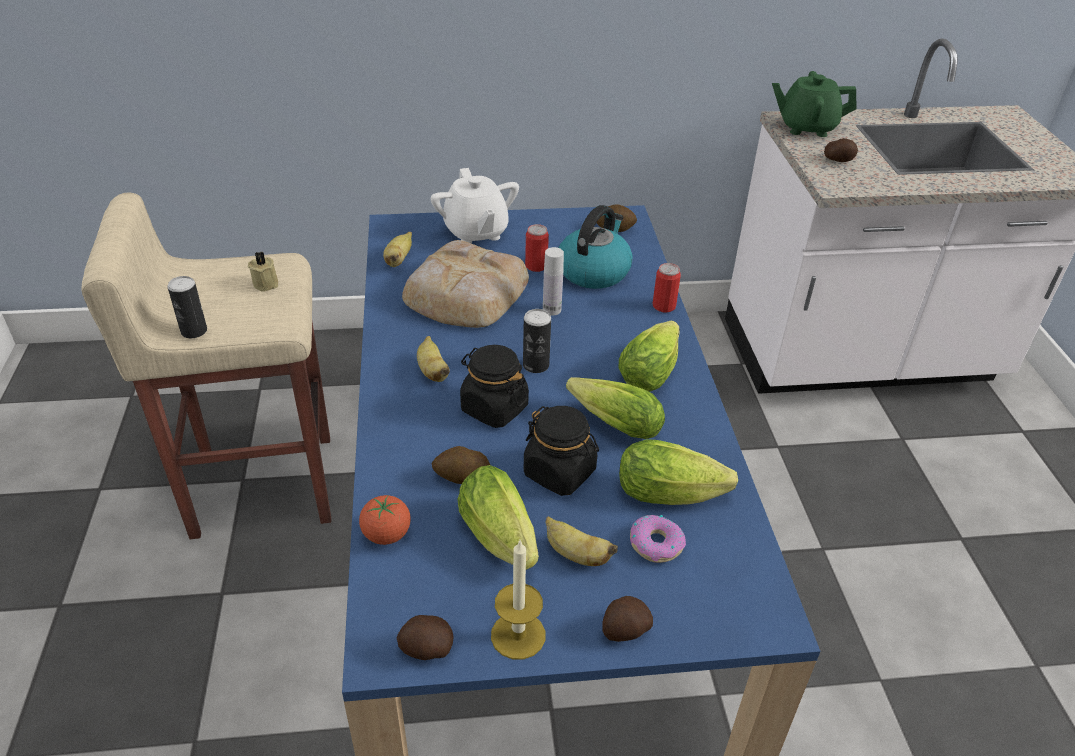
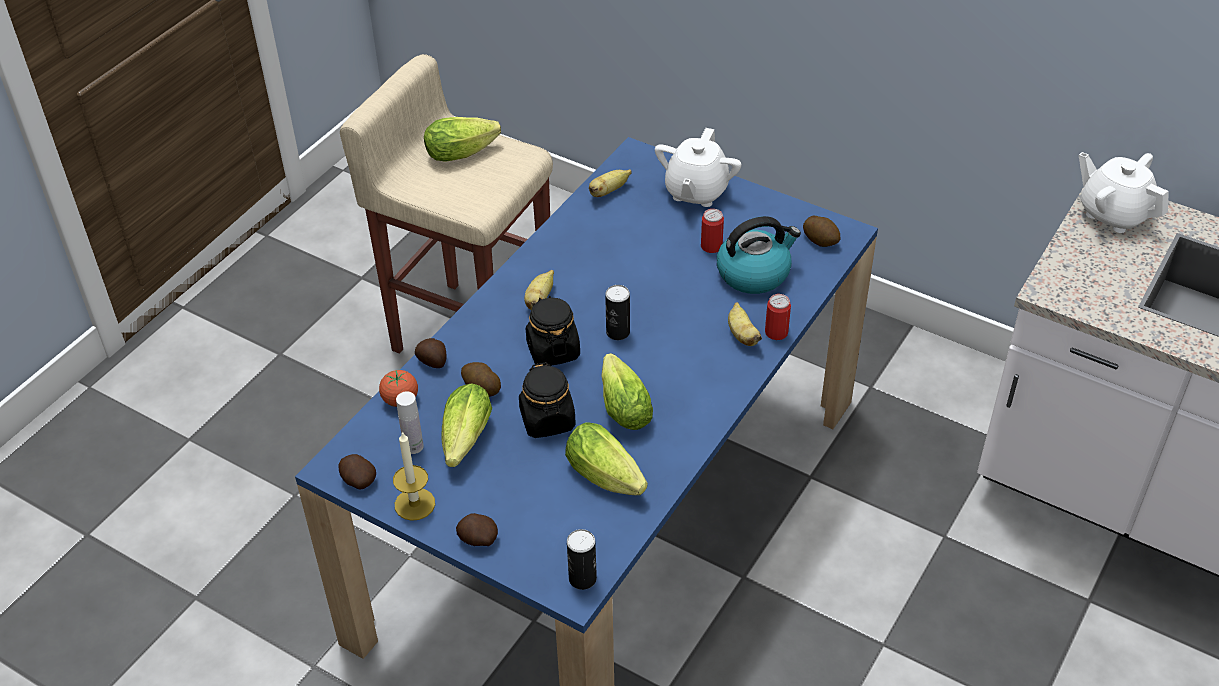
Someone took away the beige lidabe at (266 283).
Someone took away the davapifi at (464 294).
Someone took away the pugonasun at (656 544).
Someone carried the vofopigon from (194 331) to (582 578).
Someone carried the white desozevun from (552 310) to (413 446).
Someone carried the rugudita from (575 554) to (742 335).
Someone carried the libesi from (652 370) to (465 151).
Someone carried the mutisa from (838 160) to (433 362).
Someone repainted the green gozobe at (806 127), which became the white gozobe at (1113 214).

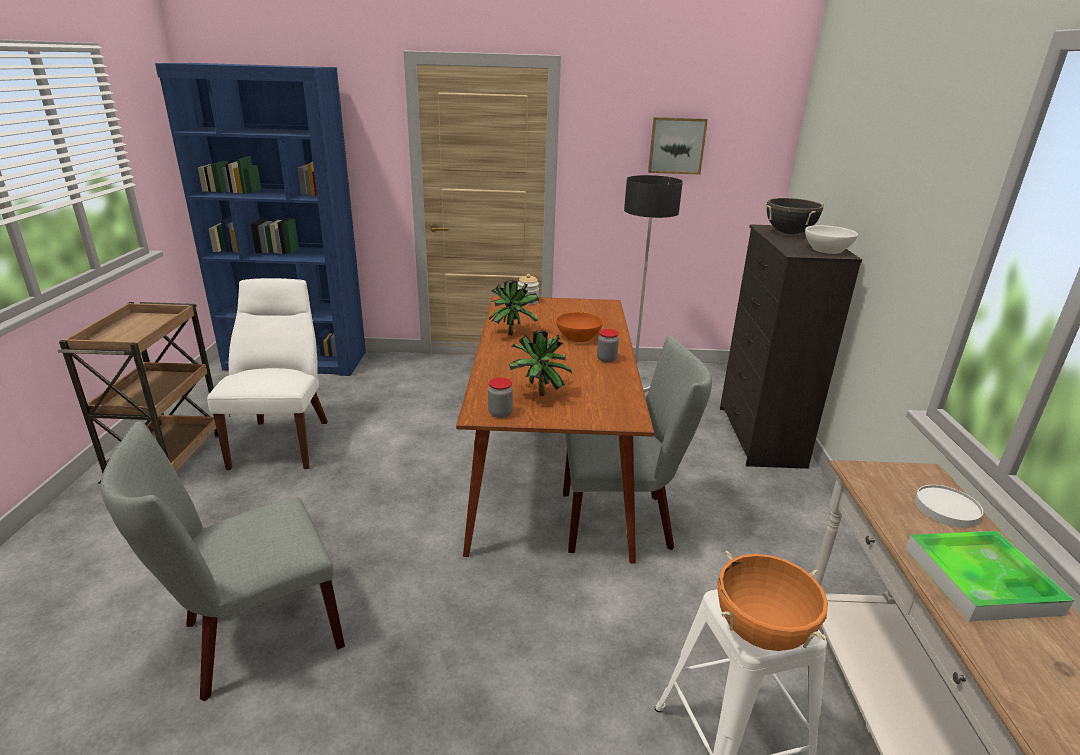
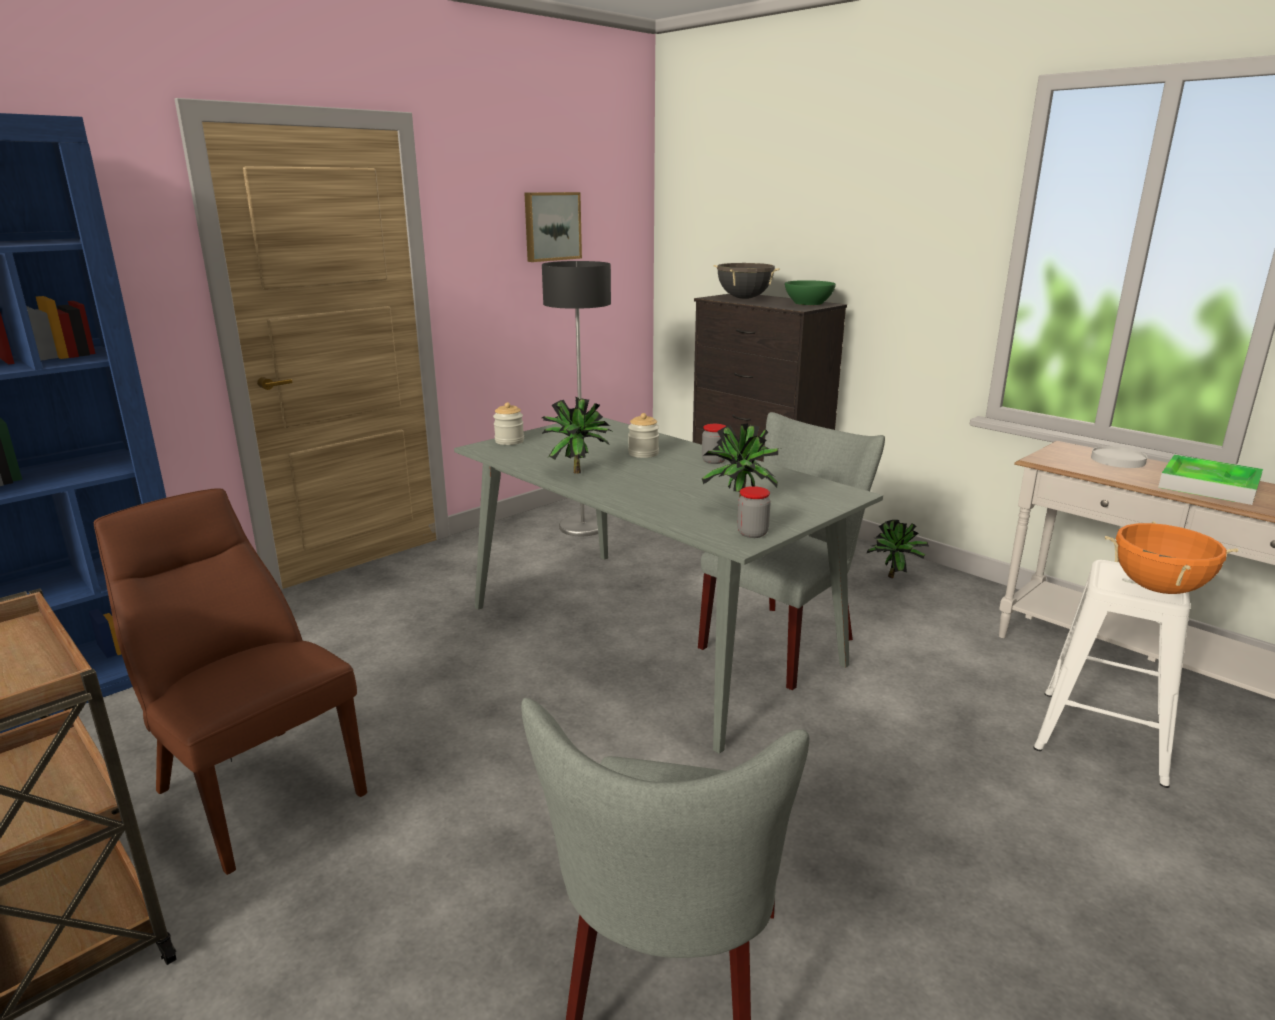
Someone put down the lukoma at (895 578).
Someone swapped the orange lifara at (578 337) for the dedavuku at (643 453).
Someone repainted the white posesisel at (283 441), which became the brown posesisel at (255 788).
Someone repainted the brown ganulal at (551 470), which became the grey ganulal at (651 635).
Someone repainted the white lifara at (827 250), which became the green lifara at (809 303).

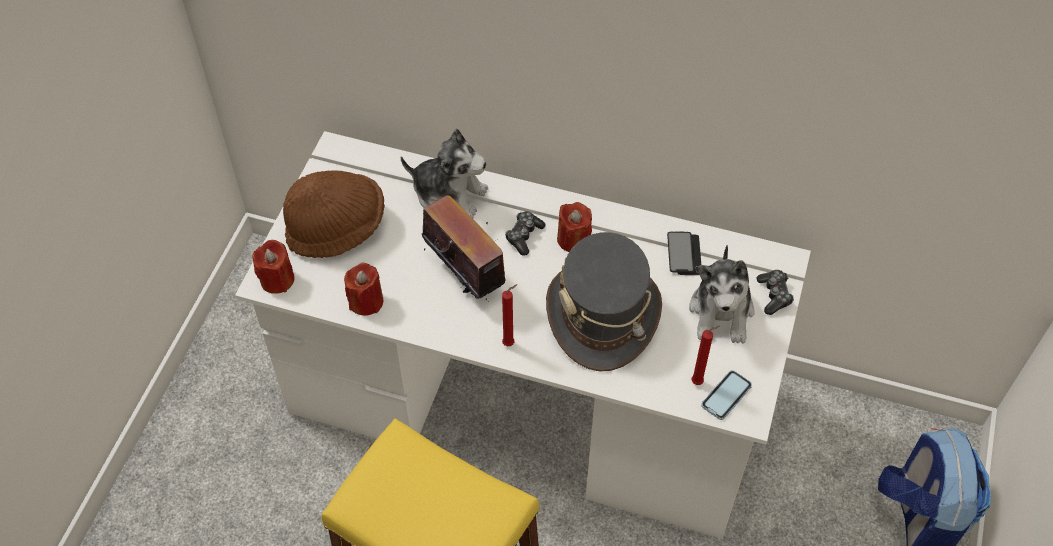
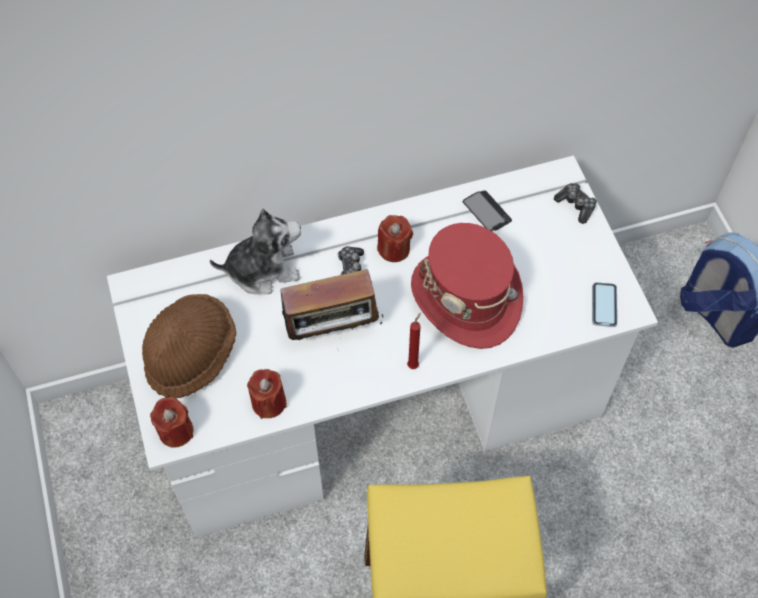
Someone took away the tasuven at (721 311).
Someone took away the red lidabe at (699 382).
Someone repainted the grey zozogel at (603 316), which became the red zozogel at (466 298).
Someone rotated the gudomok at (465 275) by 150 degrees clockwise.

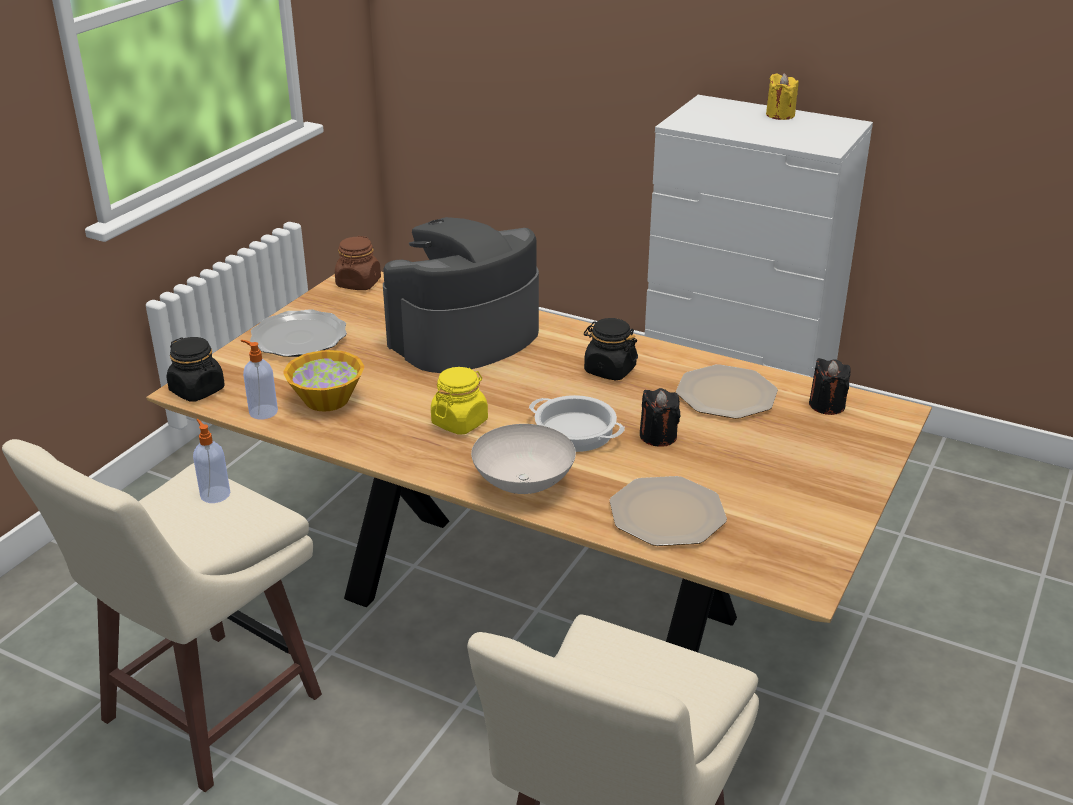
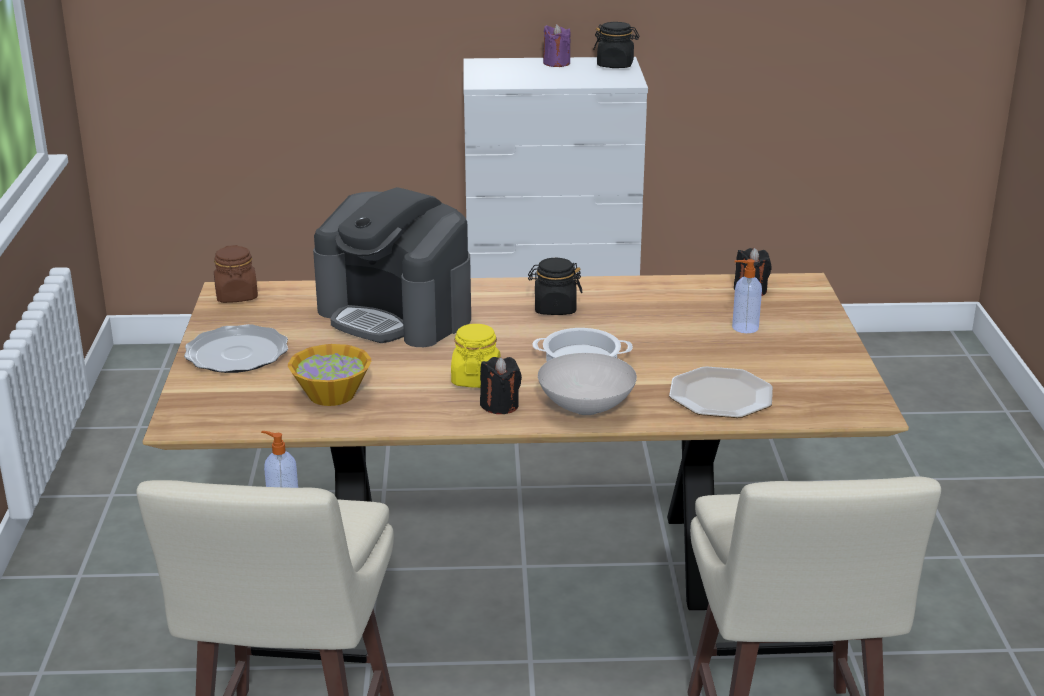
Someone took away the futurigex at (727 394).
Someone carried the black dedavuku from (197 390) to (615 65).
Someone carried the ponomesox from (262 412) to (744 328).
Someone carried the black lidabe from (658 436) to (500 405).
Someone repainted the yellow lidabe at (780 115), which became the purple lidabe at (556 63).
Someone rotated the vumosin at (464 337) by 75 degrees counterclockwise.

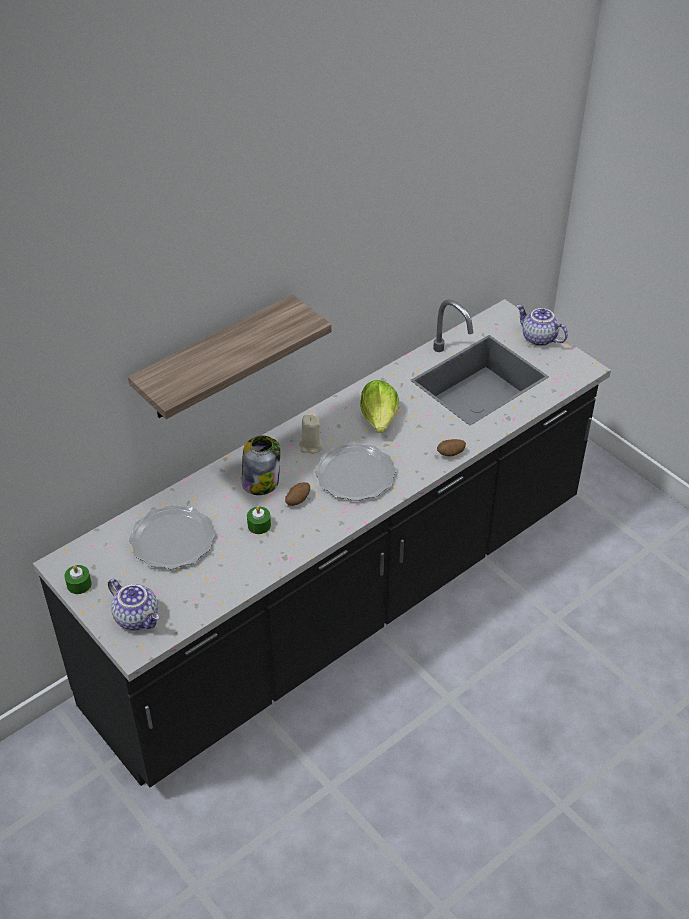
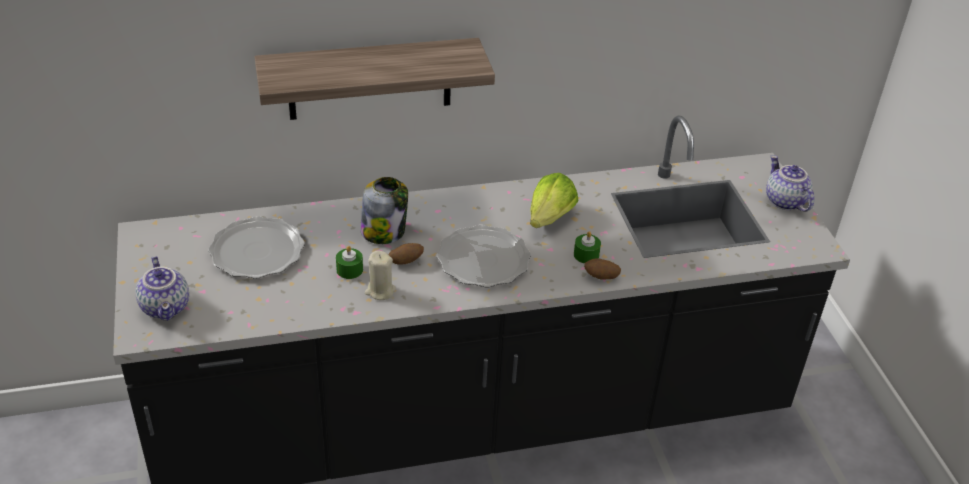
Someone carried the green lidabe from (79 584) to (586 255).
Someone carried the beige lidabe from (311 446) to (380 291).

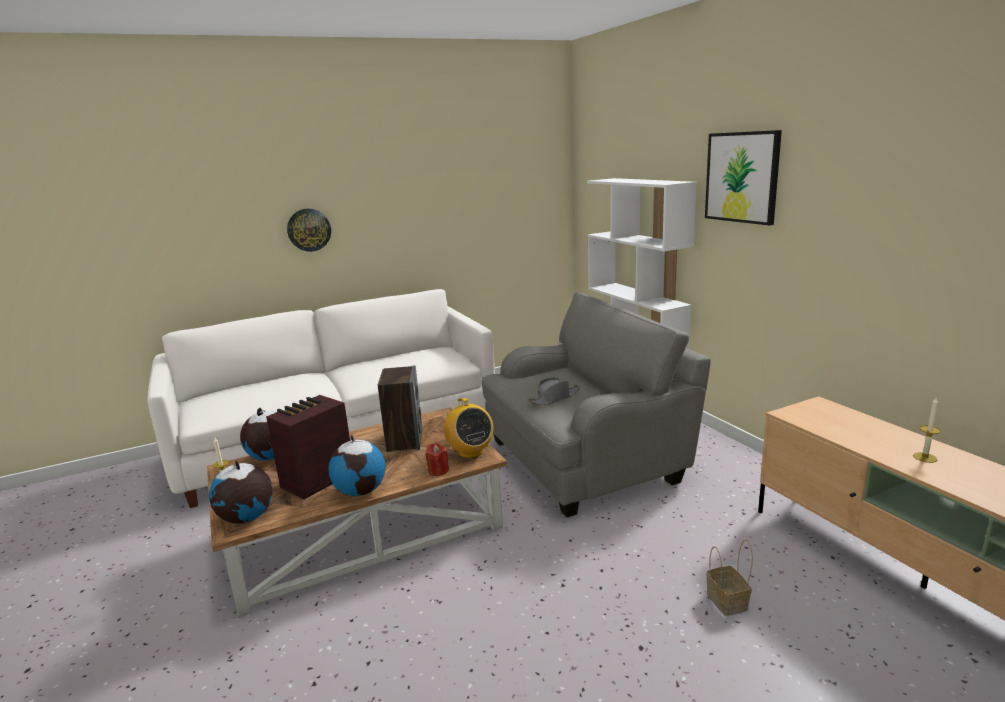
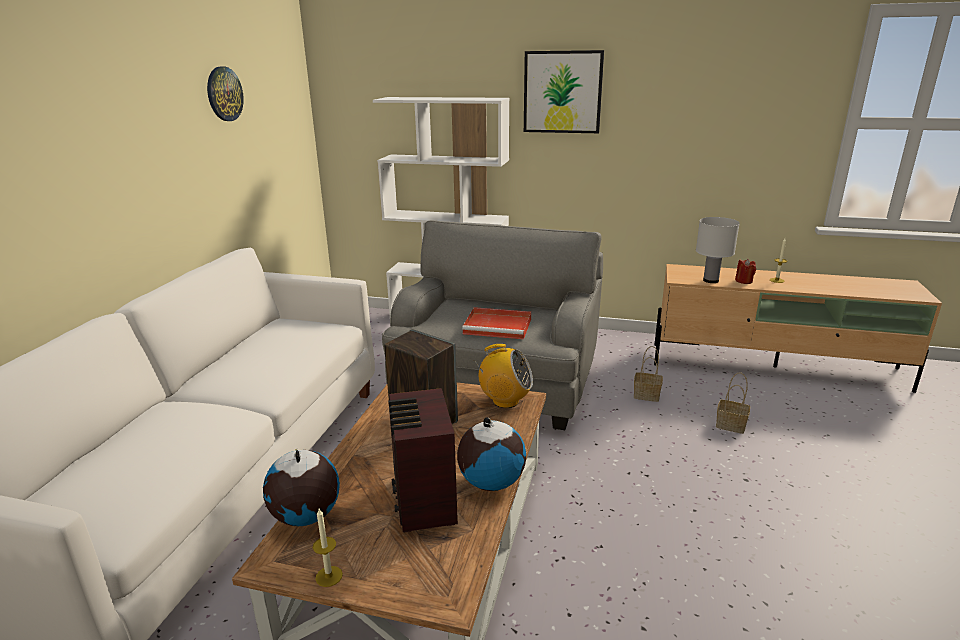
Someone took away the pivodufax at (246 518).
Someone put down the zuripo at (647 395).
Someone put down the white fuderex at (710 280).
Someone carried the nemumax from (309 230) to (224 94).
Someone carried the red lidabe from (438 471) to (744 281).
Someone swapped the grey zozogel at (554 398) for the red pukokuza at (499 326).

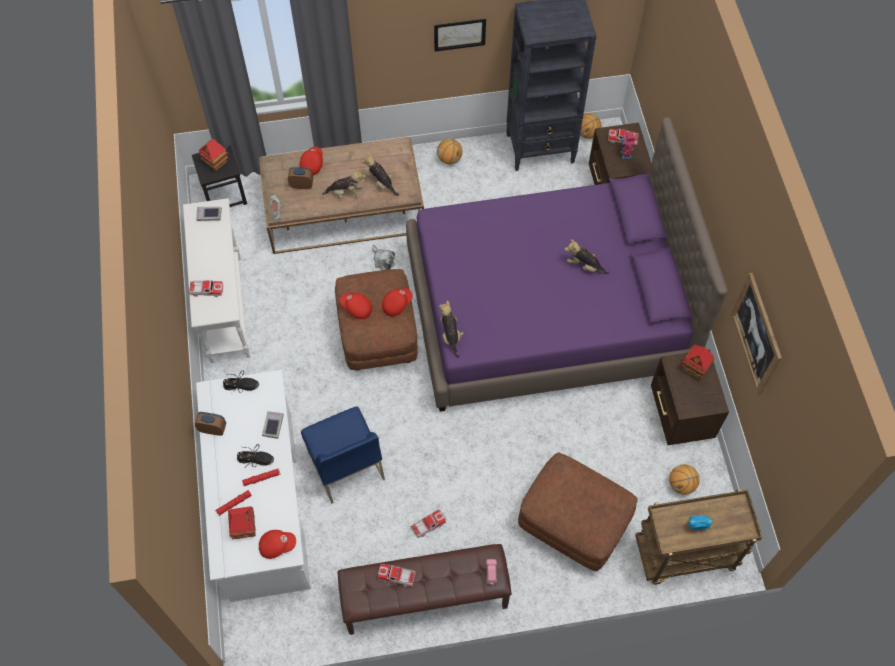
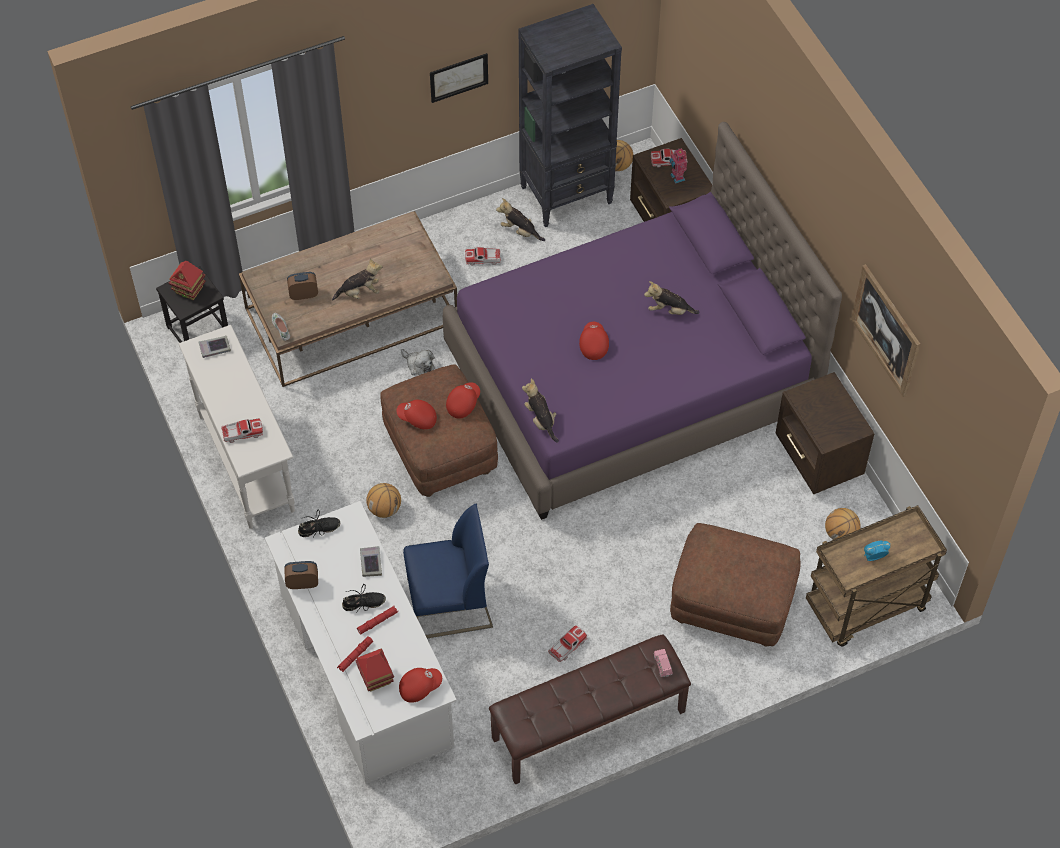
Someone took away the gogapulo at (694 368).
Someone carried the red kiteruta from (312 164) to (593 344).
Someone carried the tasuven from (381 183) to (520 231).
Someone carried the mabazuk from (397 576) to (483 258).
Someone carried the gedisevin from (449 159) to (384 509).
Someone rotated the blue posesisel at (345 464) by 60 degrees counterclockwise.

